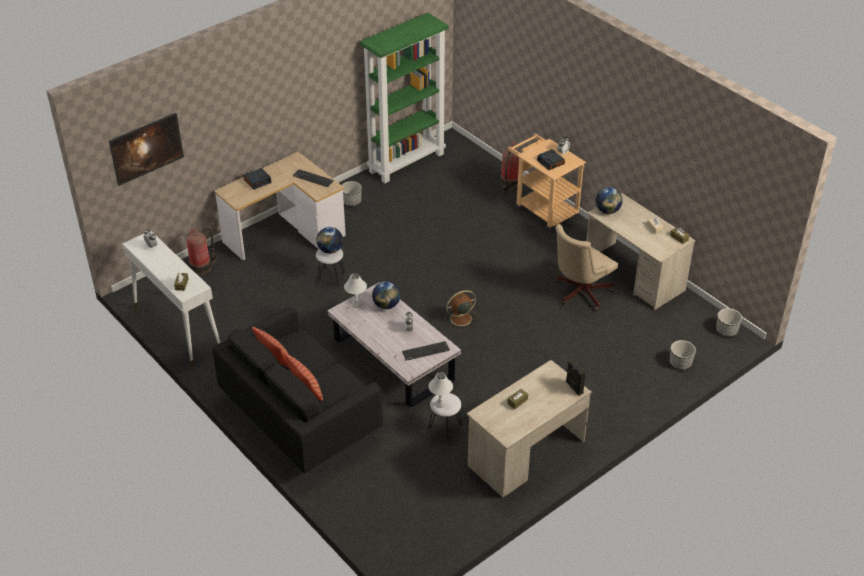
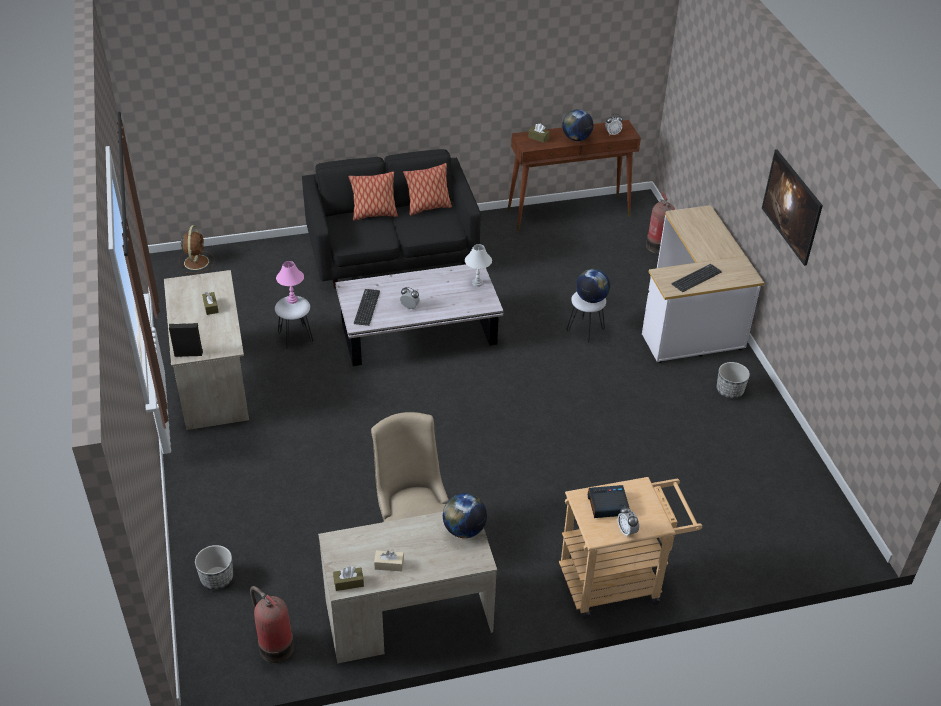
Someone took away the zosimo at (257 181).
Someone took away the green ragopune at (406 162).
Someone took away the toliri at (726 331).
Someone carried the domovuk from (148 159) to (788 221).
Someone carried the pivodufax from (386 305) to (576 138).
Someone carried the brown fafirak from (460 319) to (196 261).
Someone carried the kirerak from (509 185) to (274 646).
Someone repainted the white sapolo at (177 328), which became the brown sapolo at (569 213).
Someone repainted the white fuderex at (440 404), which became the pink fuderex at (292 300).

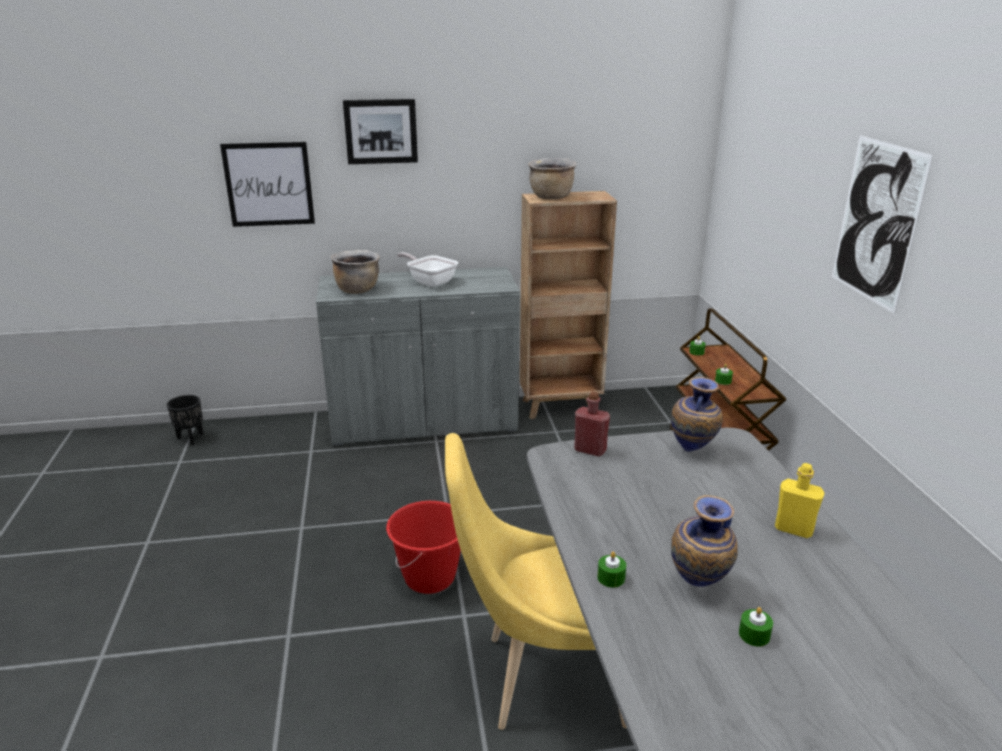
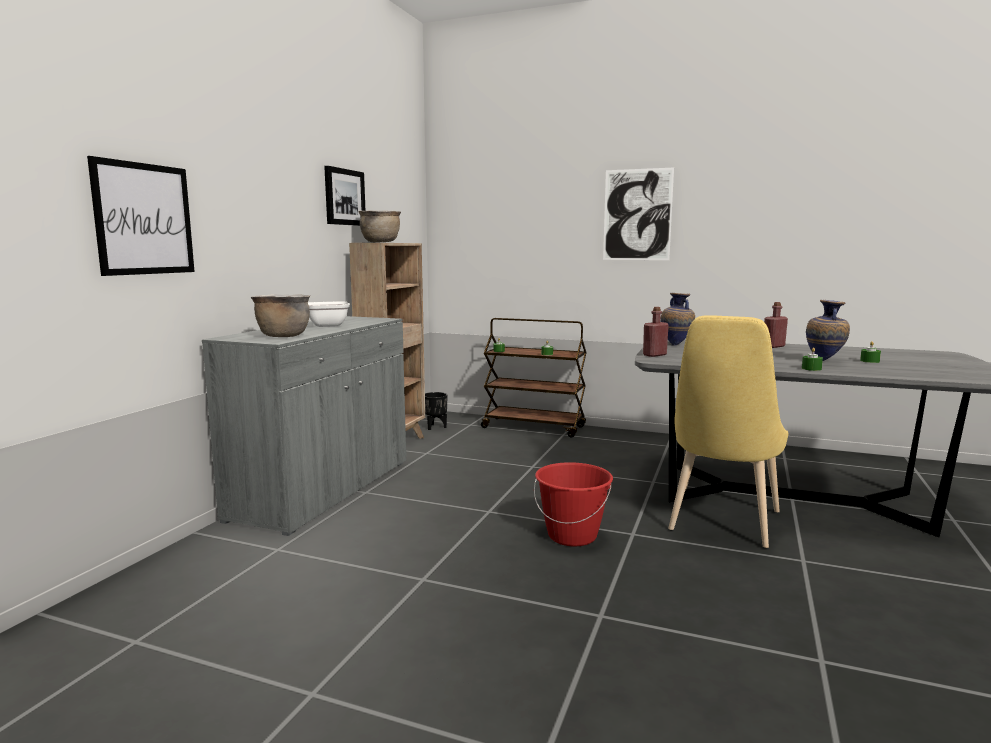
Someone carried the black toliri from (191 438) to (435 427).
Someone carried the domovuk from (381 131) to (344 197).
Someone repainted the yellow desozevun at (793 529), which became the red desozevun at (773 346).

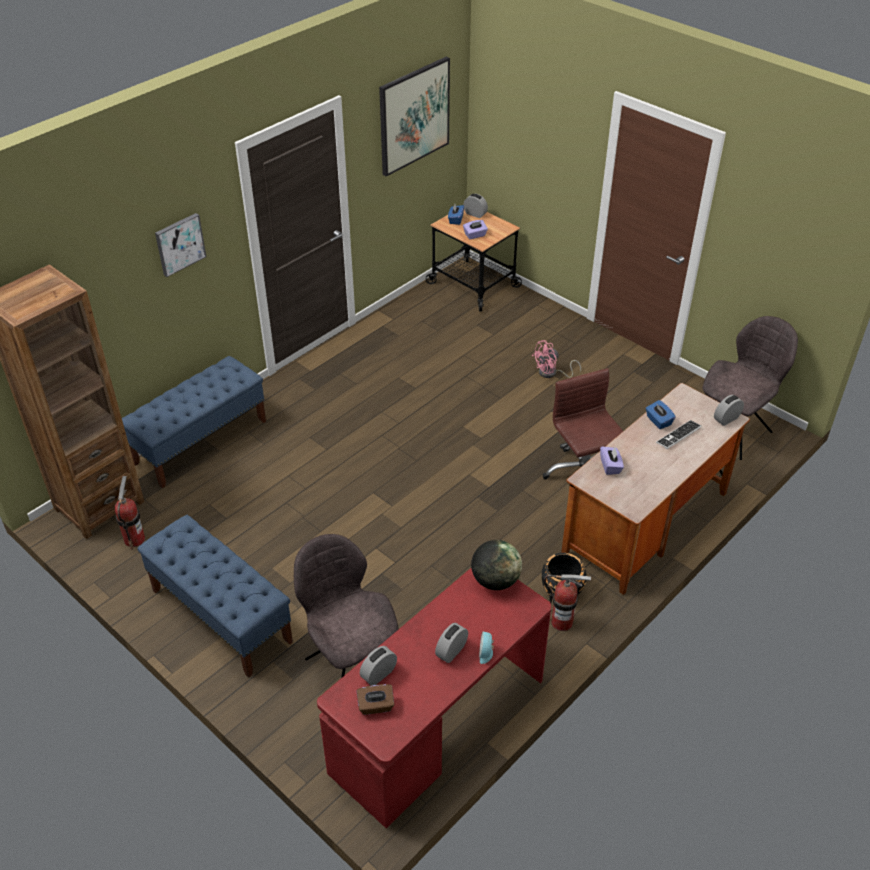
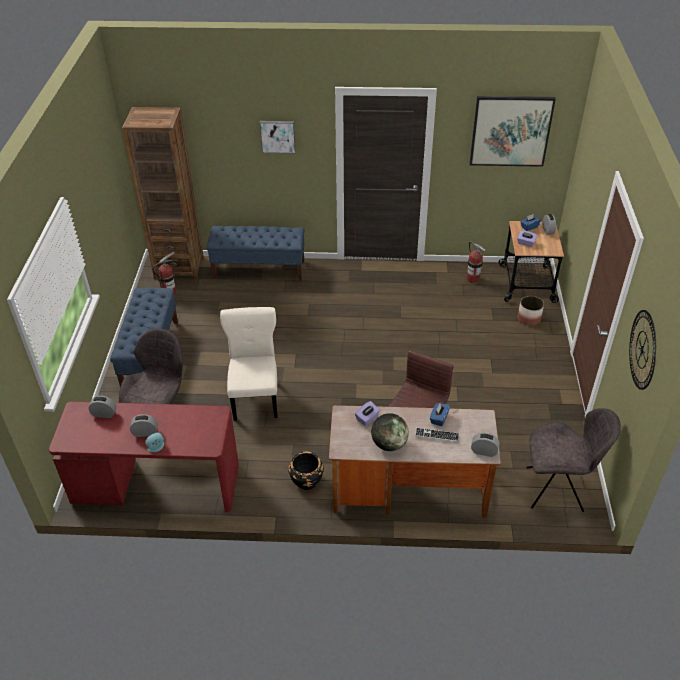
Someone took away the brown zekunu at (376 706).
Someone took away the pink fafirak at (551 373).
Someone put down the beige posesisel at (256 397).
Someone put down the toliri at (529 318).
Someone put up the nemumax at (642 349).
Someone carried the pivodufax from (495 581) to (389 444).
Someone carried the kirerak from (562 622) to (473 279).

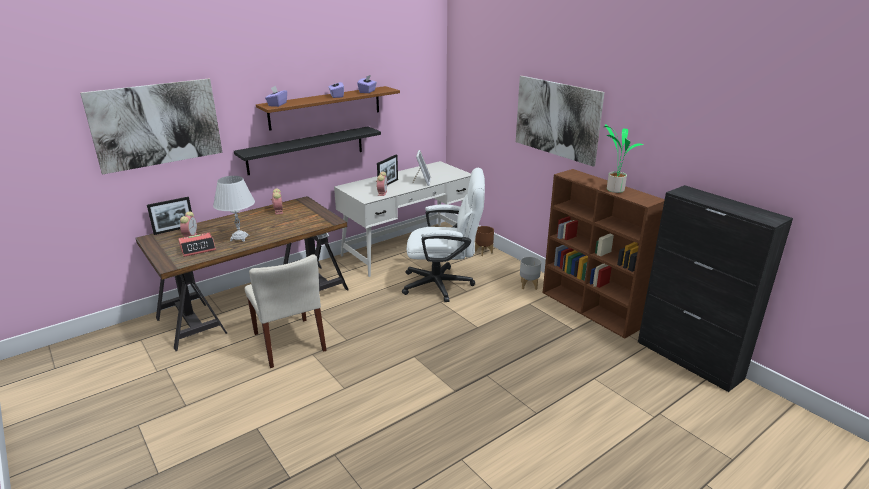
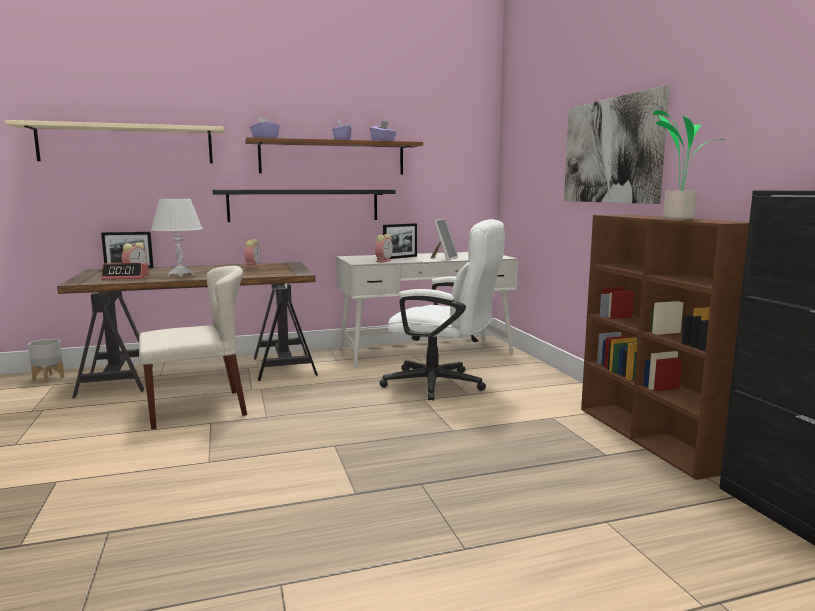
Someone took away the brown toliri at (484 252).
Someone carried the grey toliri from (528 285) to (49 378).
Someone swapped the domovuk at (156 124) for the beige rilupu at (127 144).
Someone rotated the beige posesisel at (289 342) by 105 degrees counterclockwise.

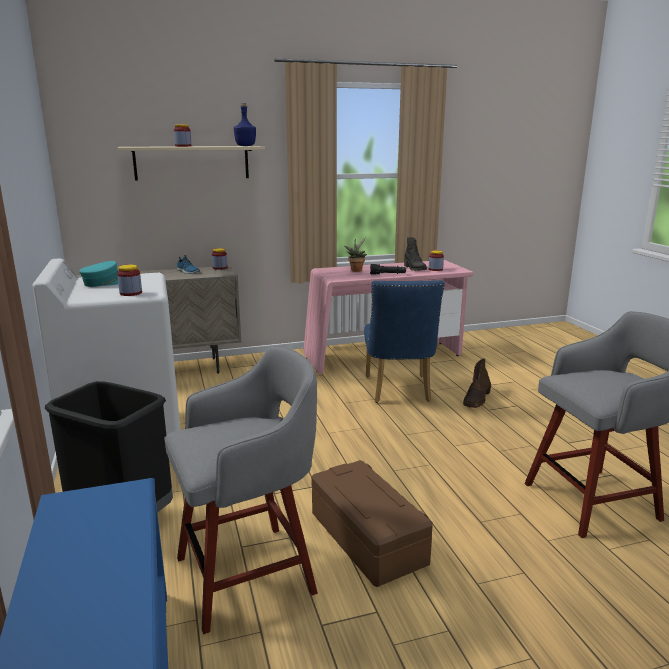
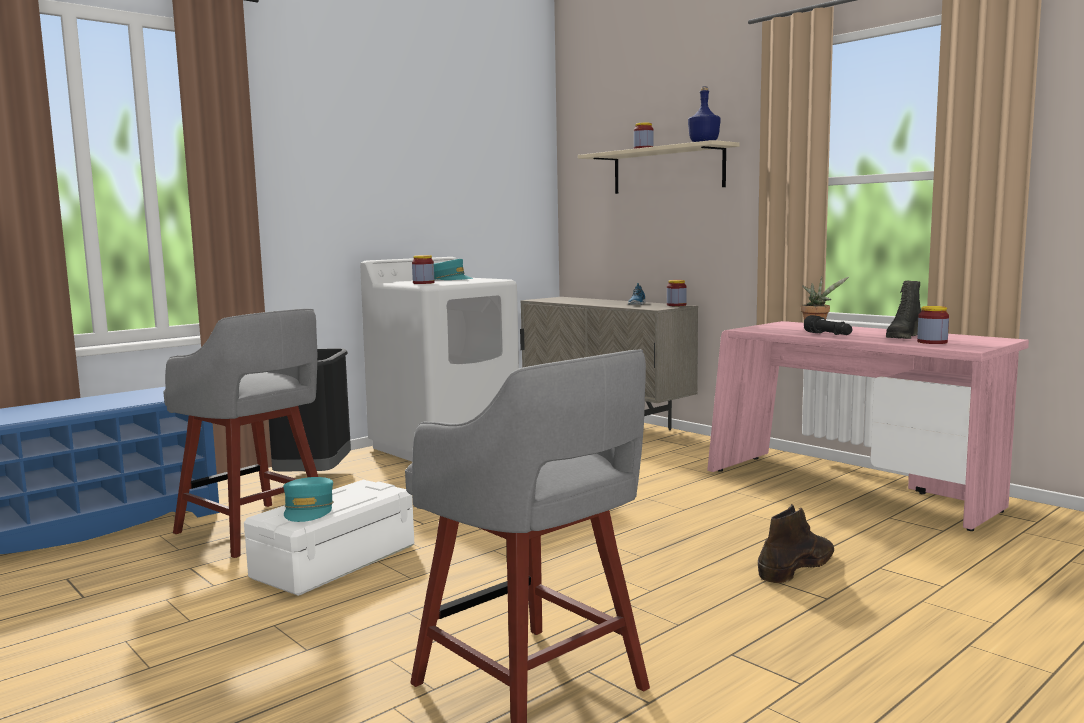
Someone took away the blue posesisel at (398 391).
Someone put down the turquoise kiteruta at (309 510).
Someone repainted the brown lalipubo at (366 538), which became the white lalipubo at (335 561).
Someone rotated the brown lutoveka at (476 399) by 135 degrees clockwise.

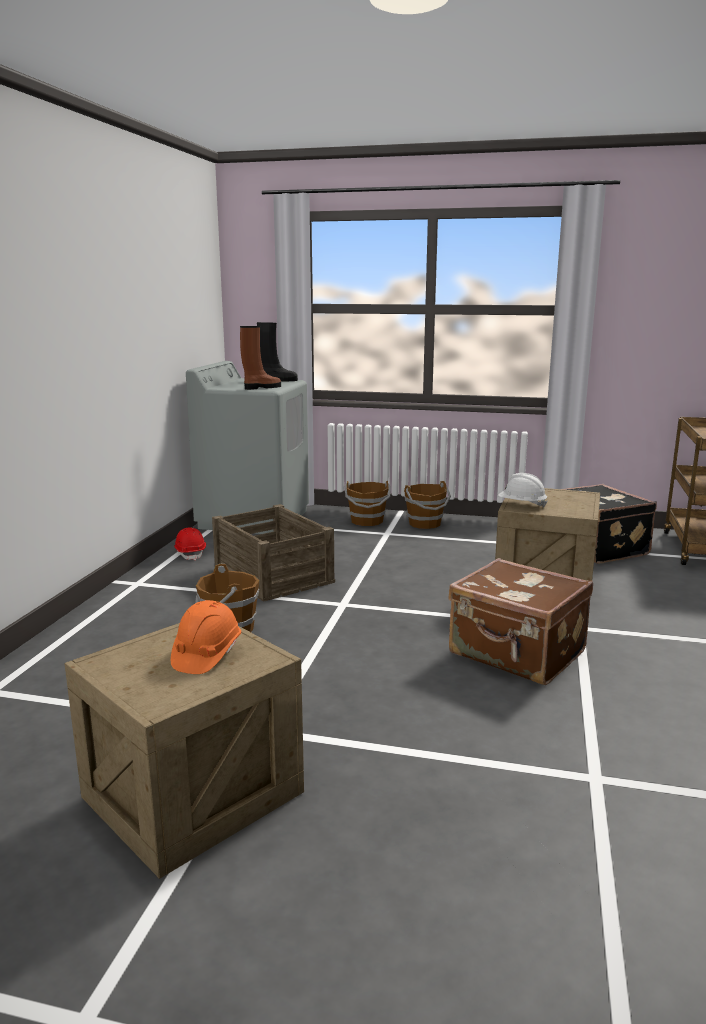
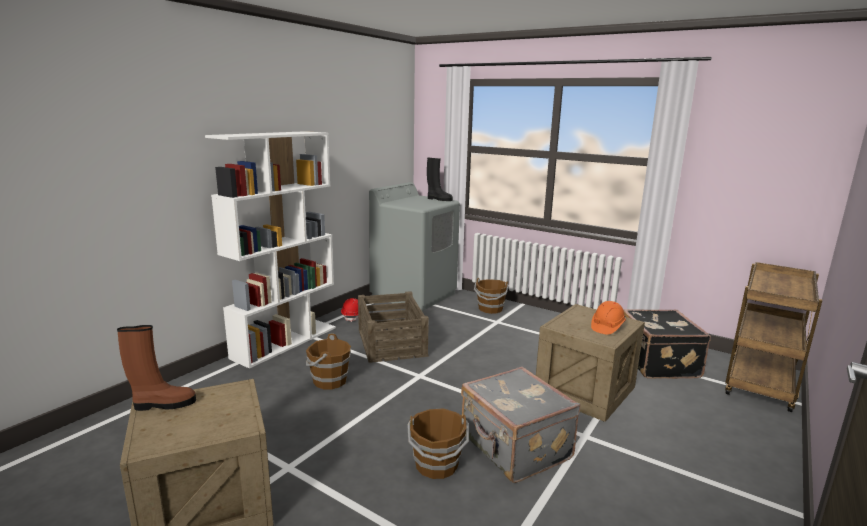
Someone took away the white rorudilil at (521 505).
Someone put down the white ragopune at (285 342).
Someone carried the orange rorudilil from (206 655) to (607 327).
Someone carried the brown lutoveka from (261 387) to (163 404).
Someone carried the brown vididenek from (425 524) to (437 465).
Someone repainted the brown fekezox at (516 654), which became the grey fekezox at (514 448).

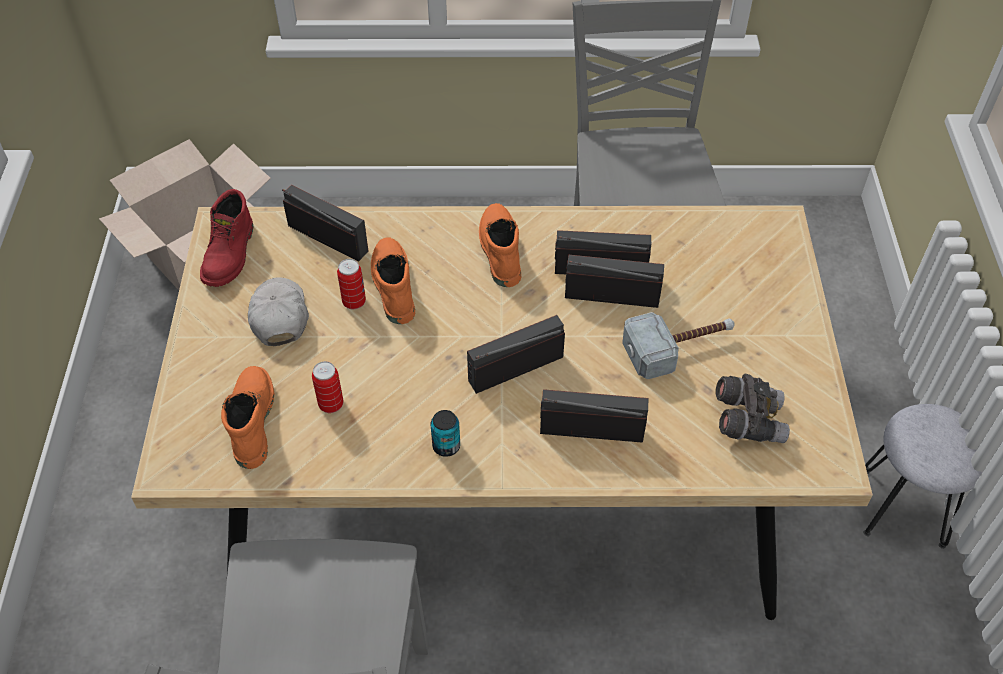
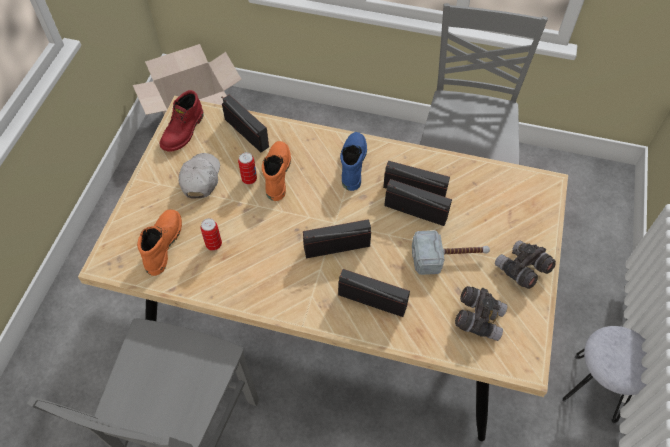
Someone took away the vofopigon at (446 446).
Someone put down the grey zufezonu at (521 270).
Someone repainted the orange lutoveka at (499 250), which became the blue lutoveka at (352 164).

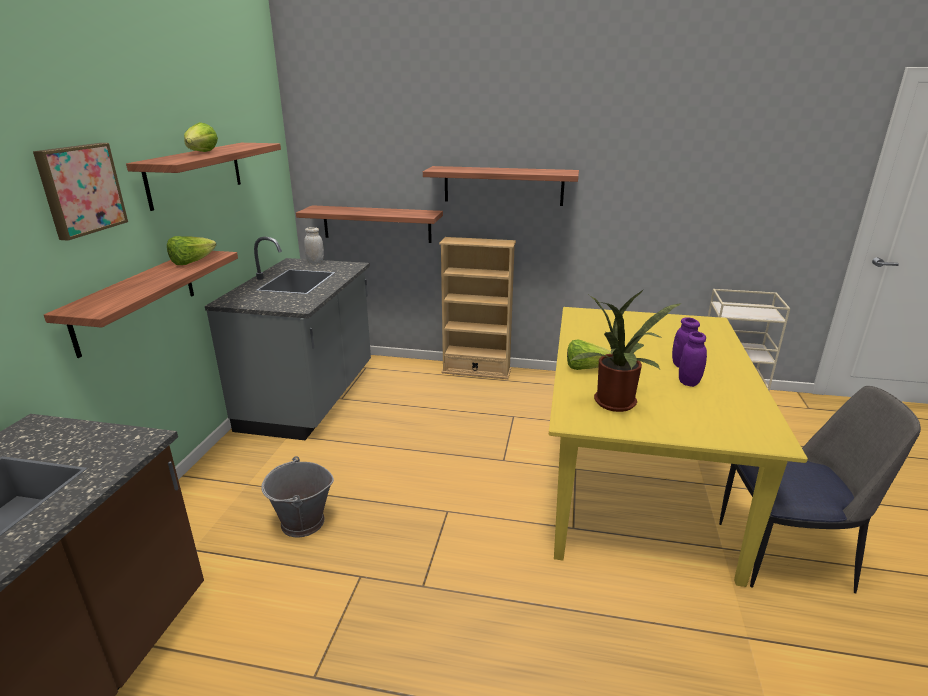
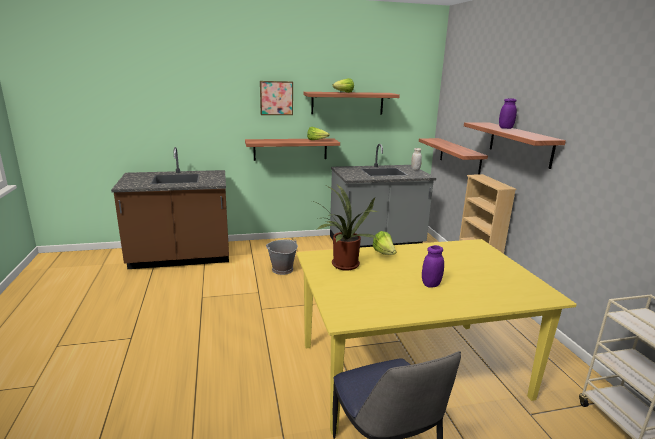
Someone carried the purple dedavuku from (689 382) to (505 128).

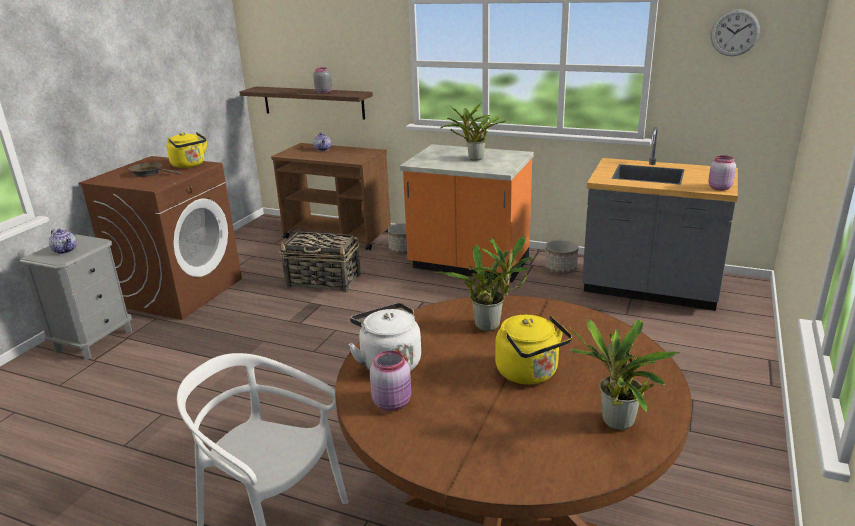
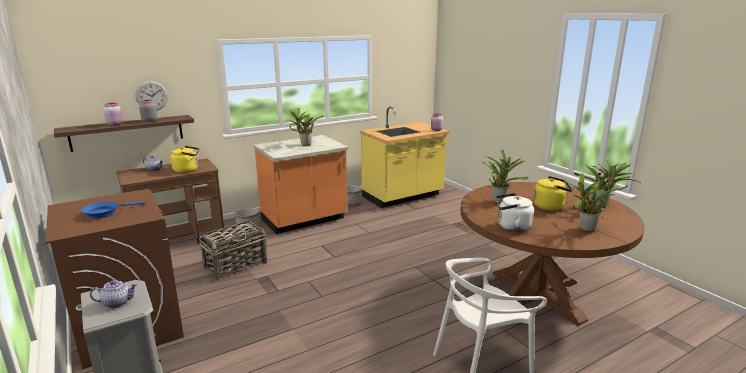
Someone put down the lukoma at (585 229).
Someone carried the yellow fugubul from (190 165) to (187 170).
Someone carried the pink dedavuku from (393 402) to (115 124).
Someone carried the nemumax from (734 32) to (151 96).
Someone repainted the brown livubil at (149 173), which became the blue livubil at (105 213).
Someone repainted the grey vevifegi at (650 290), which became the yellow vevifegi at (403 196).

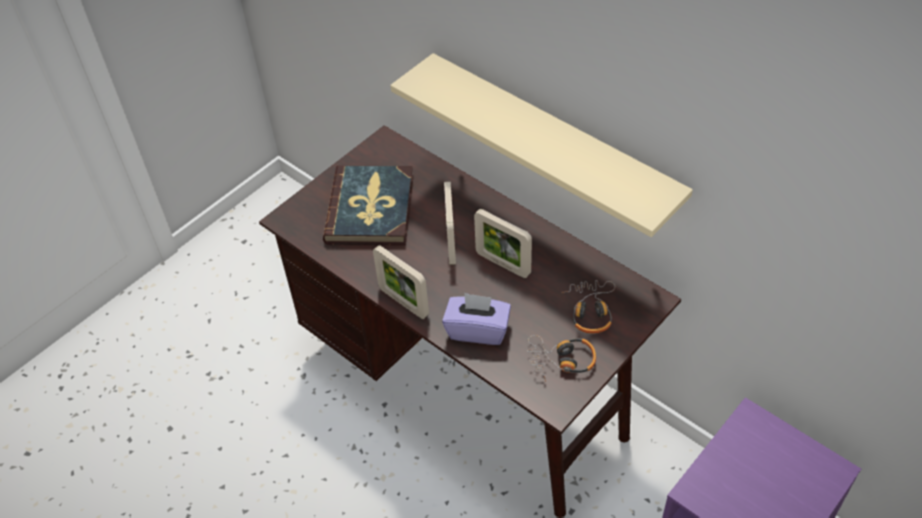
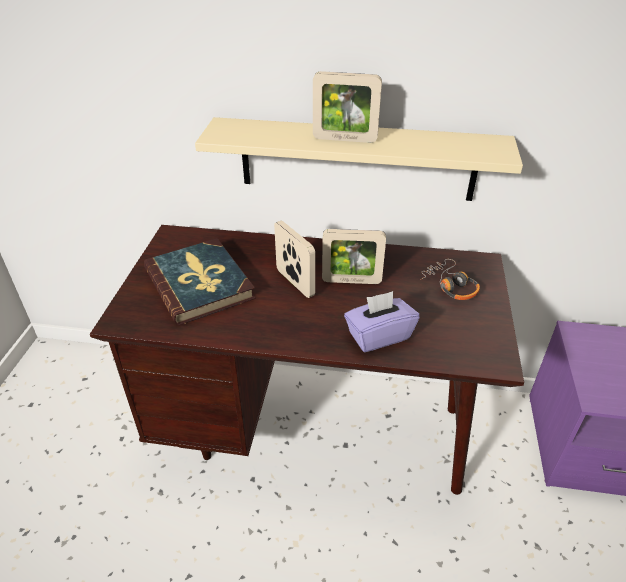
Someone took away the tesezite at (561 361).
Someone carried the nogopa from (403 302) to (344 139).

